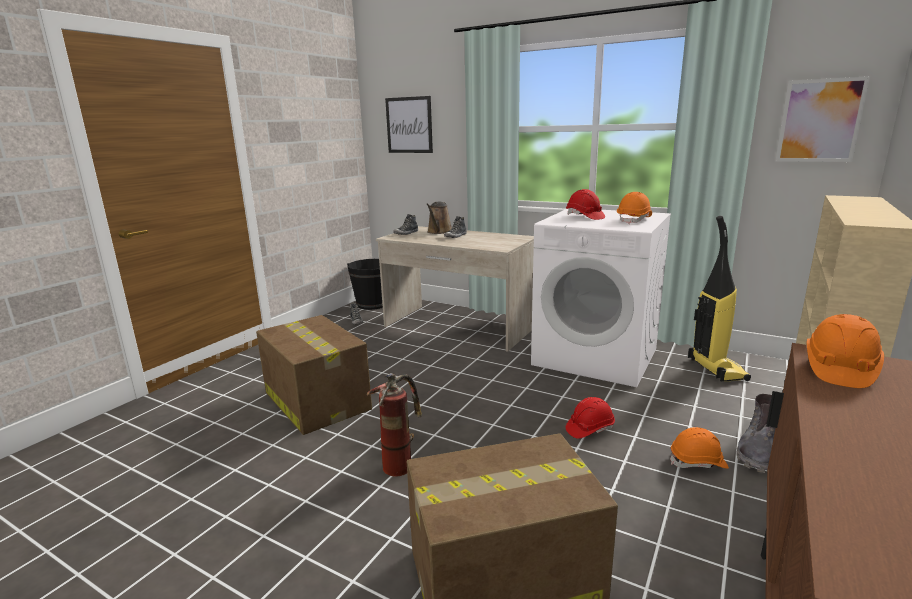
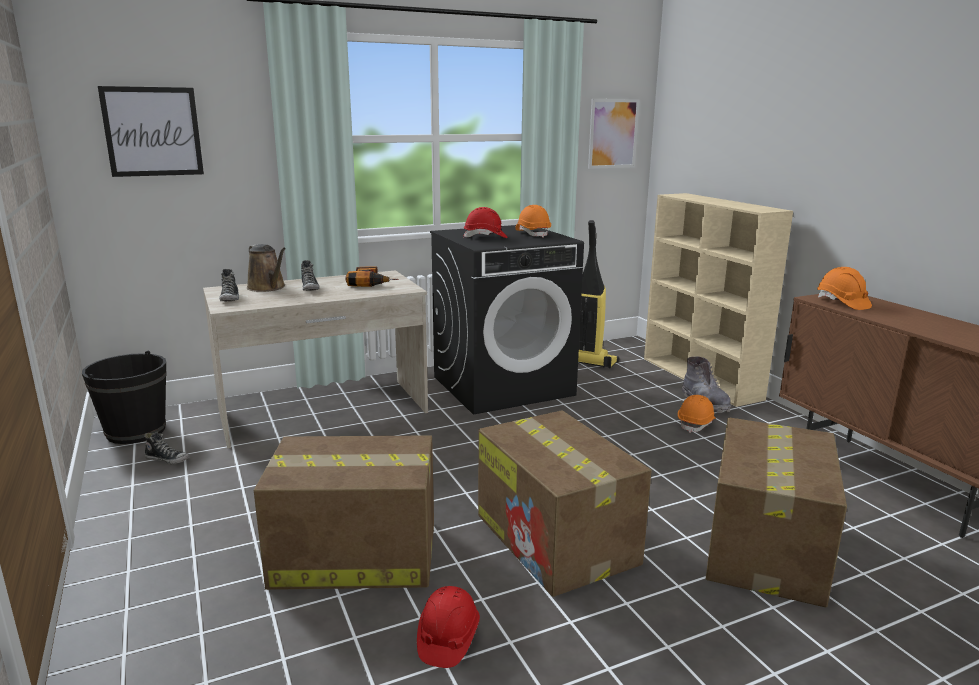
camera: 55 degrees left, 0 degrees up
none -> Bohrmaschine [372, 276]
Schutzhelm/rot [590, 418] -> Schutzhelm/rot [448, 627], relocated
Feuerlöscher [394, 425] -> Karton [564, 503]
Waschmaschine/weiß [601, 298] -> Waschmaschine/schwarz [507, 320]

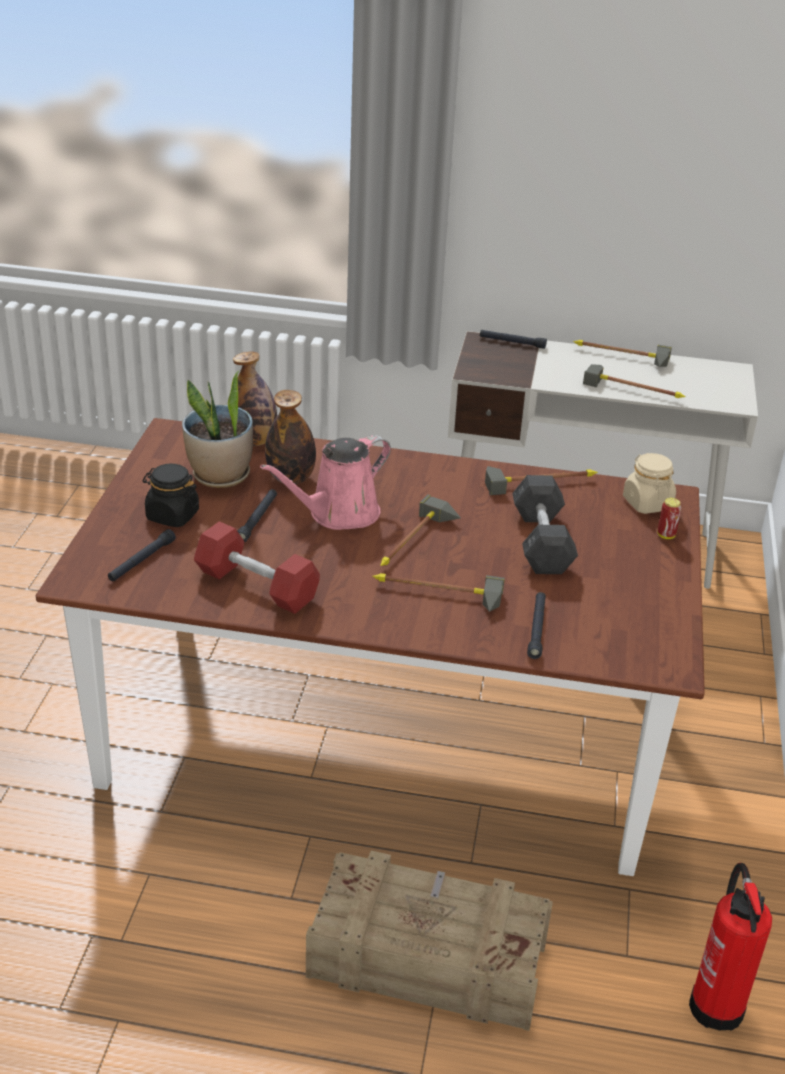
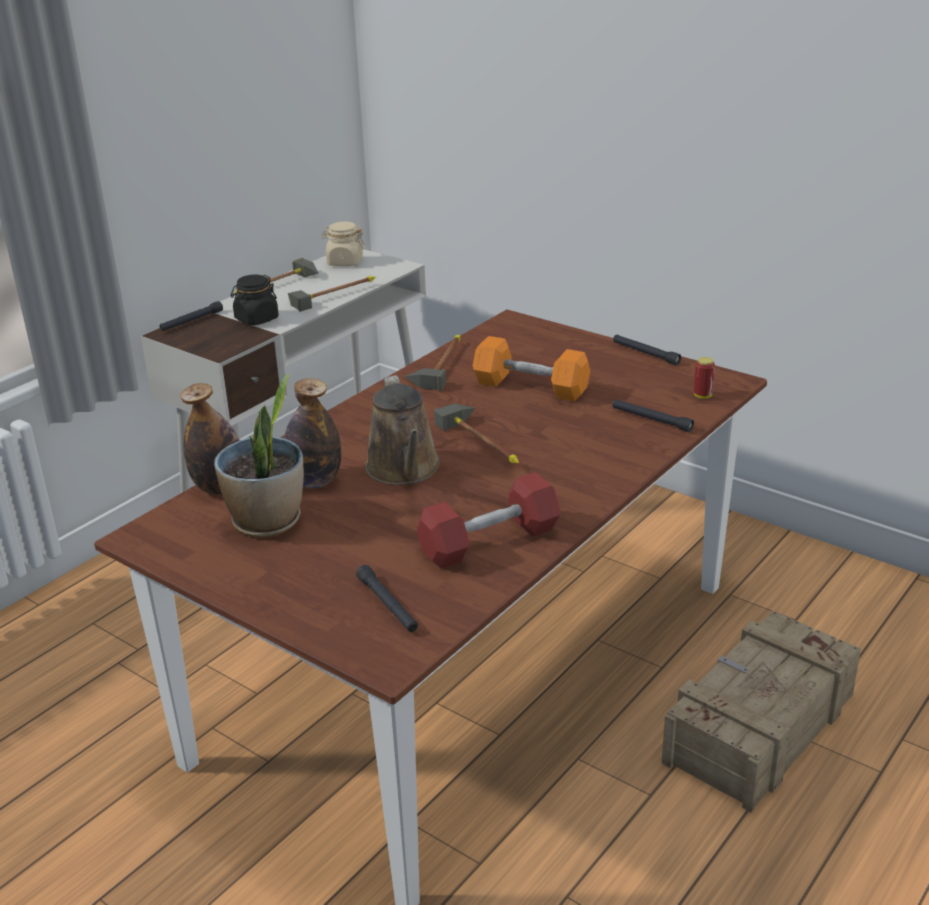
camera: 60 degrees left, 5 degrees down
Hammer [438, 592] -> none
Feuerlöscher [730, 947] -> none
Vorratsglas/schwarz [171, 495] -> Vorratsglas/schwarz [254, 300], relocated
Taschenlampe/schwarz [257, 515] -> Taschenlampe/schwarz [647, 350], relocated
Vorratsglas/beige [649, 483] -> Vorratsglas/beige [343, 244], relocated
Dose [669, 518] -> Dose [704, 378], relocated
Gießkanne/rosa [325, 482] -> Gießkanne/braun [402, 430]
Hantel/grau [545, 524] -> Hantel/orange [531, 368]

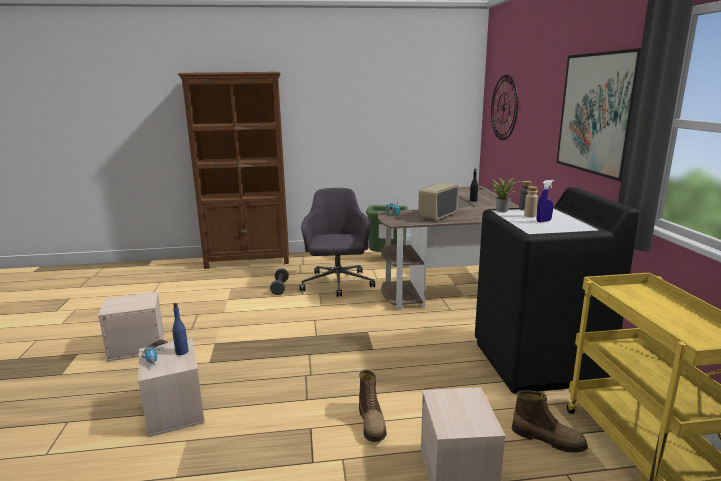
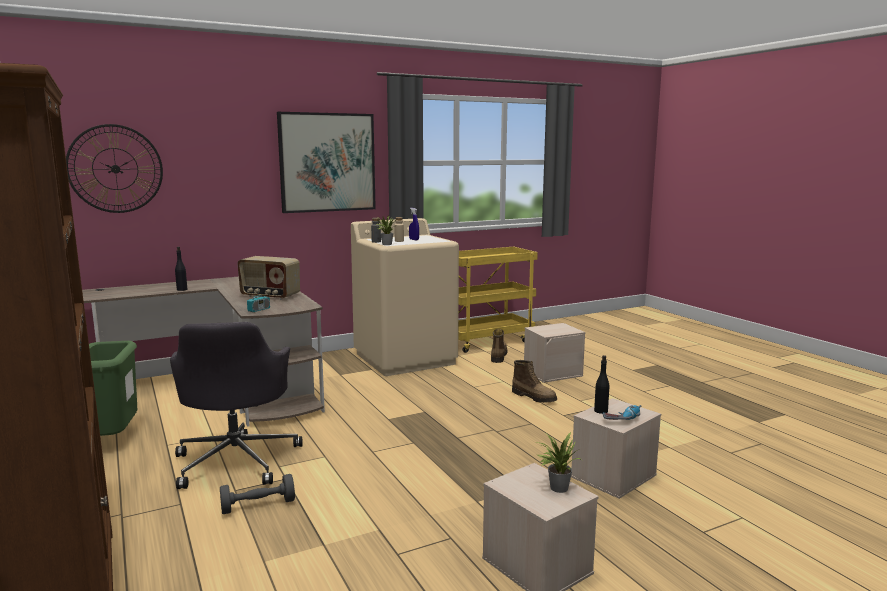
camera: 110 degrees left, 5 degrees down
none -> Topfpflanze [559, 462]
Flasche/blau [180, 329] -> Flasche/schwarz [601, 384]
Waschmaschine/schwarz [557, 290] -> Waschmaschine/beige [405, 297]
Bürostuhl/grau [337, 242] -> Bürostuhl/grau [236, 405], 75 degrees counterclockwise
Stiefel [373, 406] -> Stiefel [534, 381], 75 degrees clockwise

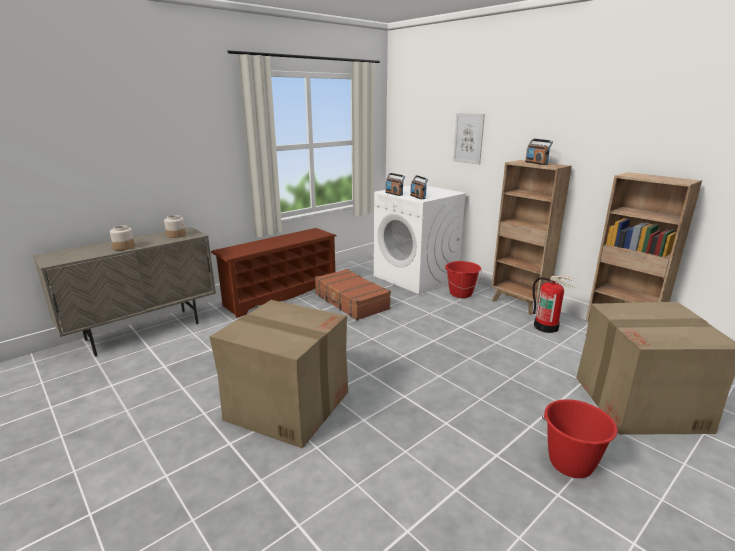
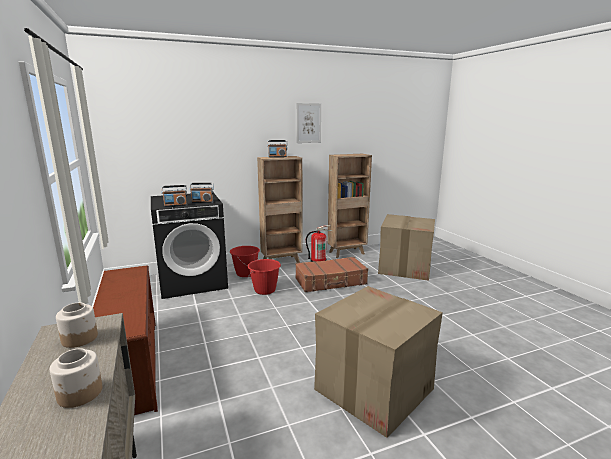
camera: 70 degrees left, 5 degrees down
Koffer/braun [353, 294] -> Koffer/braun [331, 274], relocated
Bild [469, 139] -> Bild [308, 123], relocated
Eimer/rot [580, 438] -> Eimer/rot [264, 277], relocated
Waschmaschine/weiß [420, 240] -> Waschmaschine/schwarz [189, 246]

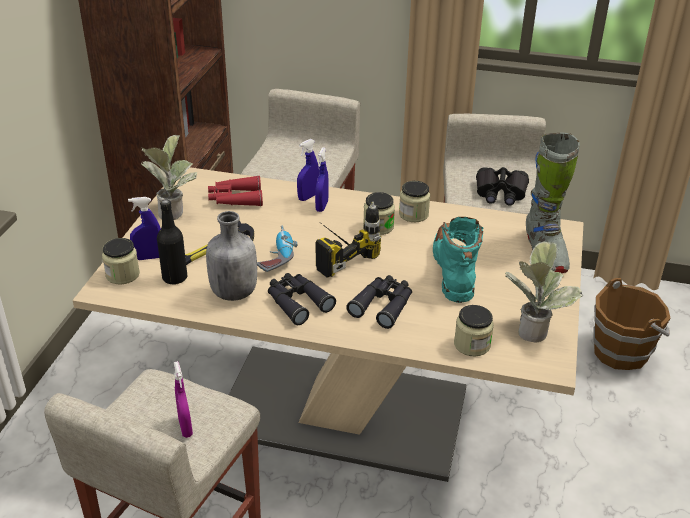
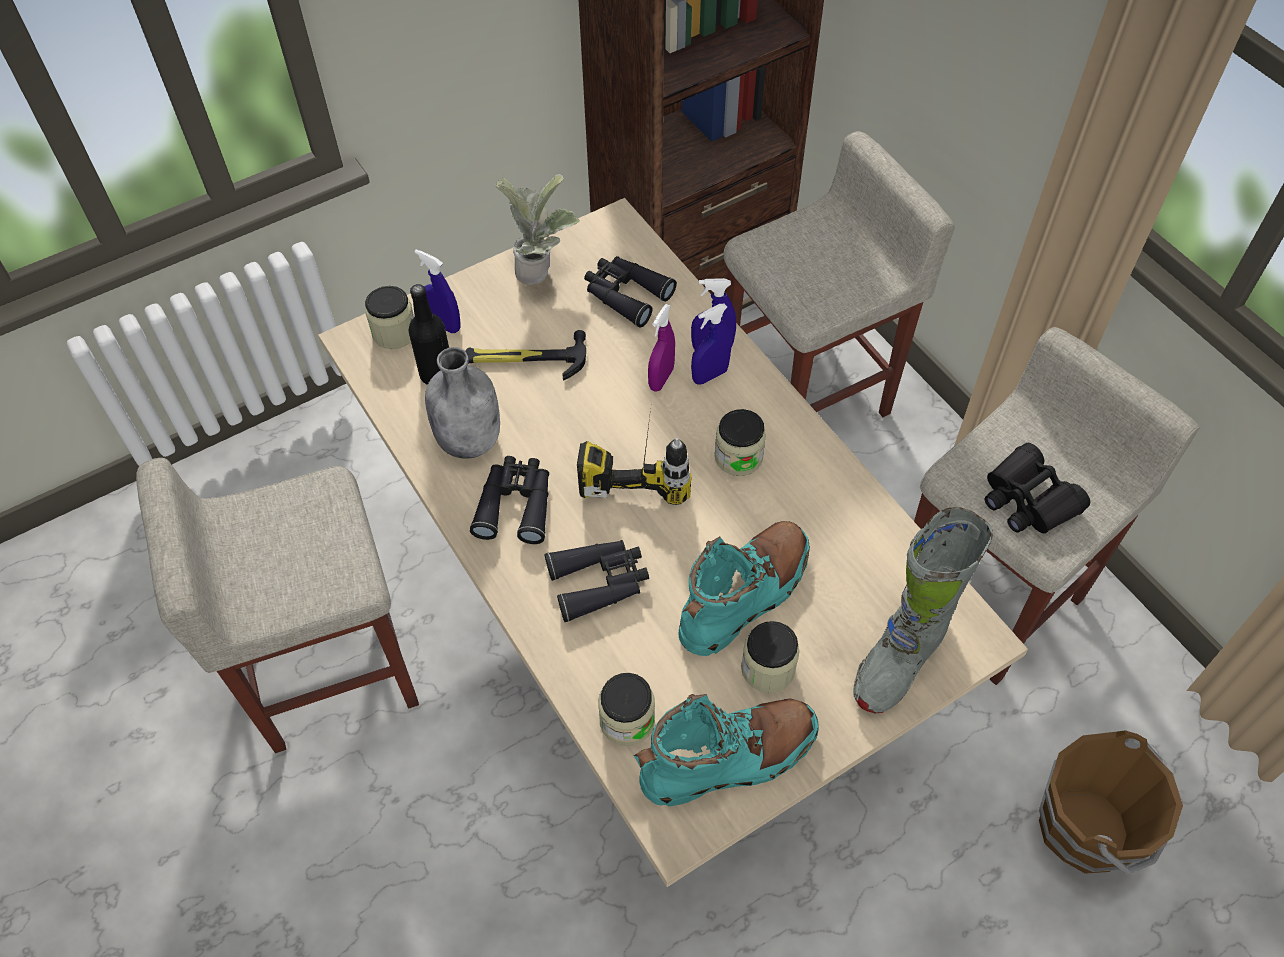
camera: 45 degrees right, 20 degrees up
Bohrmaschine [277, 249] -> none
Sprühflasche/lila [183, 399] -> Sprühflasche/lila [661, 347], relocated
Vorratsglas [414, 201] -> Vorratsglas [770, 657], relocated
Topfpflanze [544, 291] -> Stiefel/türkis [726, 750]
Fernglas/rot [235, 190] -> Fernglas/schwarz [630, 292]

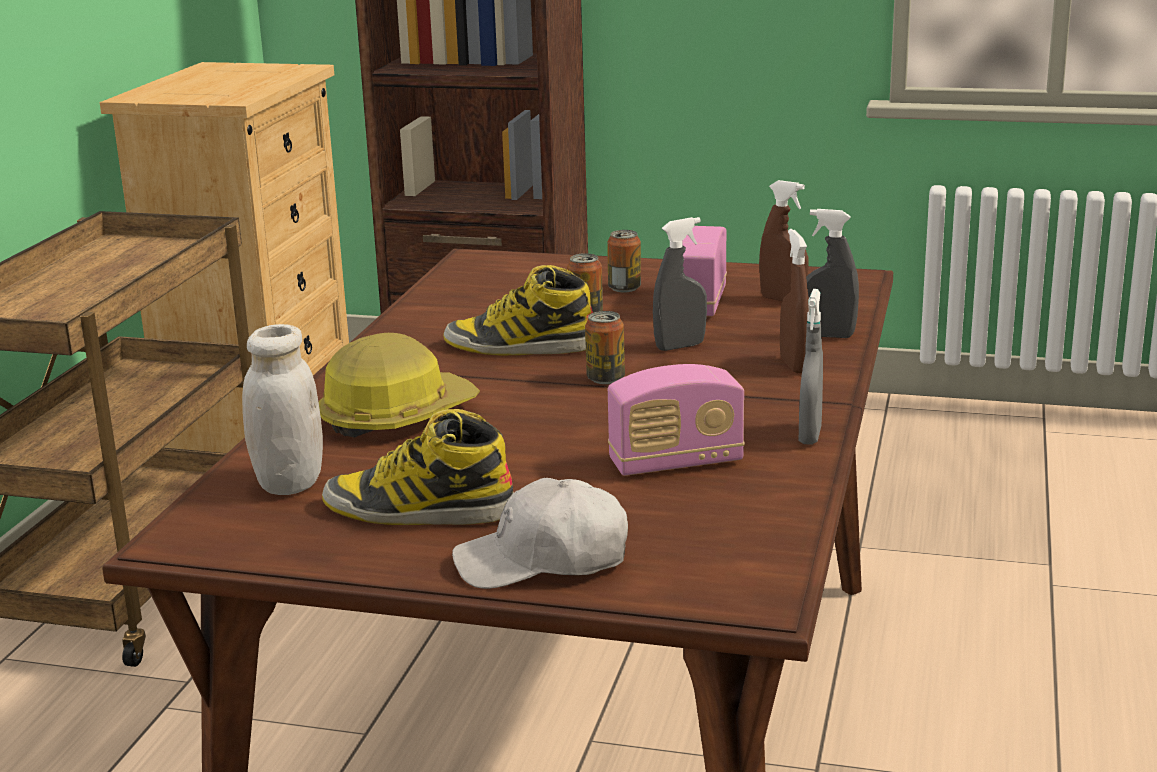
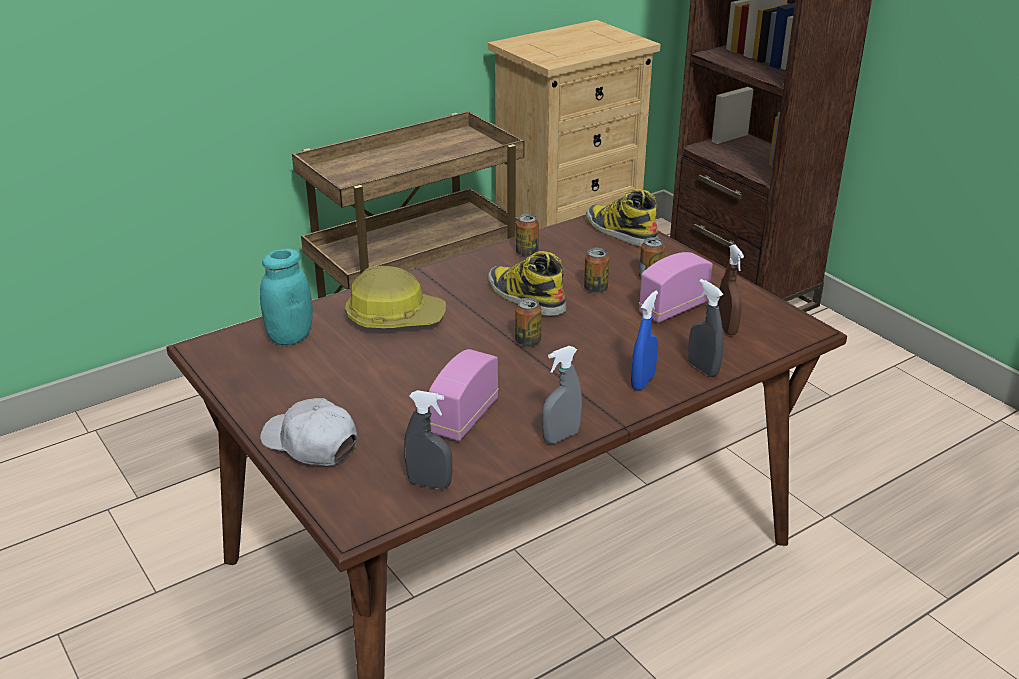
camera: 40 degrees right, 10 degrees up
none -> Dose [527, 235]
Stiefel [418, 467] -> Stiefel [622, 218], relocated
Sprühflasche/grau [680, 284] -> Sprühflasche/grau [428, 439], relocated
Vorratsglas/weiß [282, 409] -> Vorratsglas/türkis [286, 296]
Sprühflasche/braun [794, 301] -> Sprühflasche/blau [644, 341]
Radio [676, 420] -> Radio [464, 395], 90 degrees clockwise

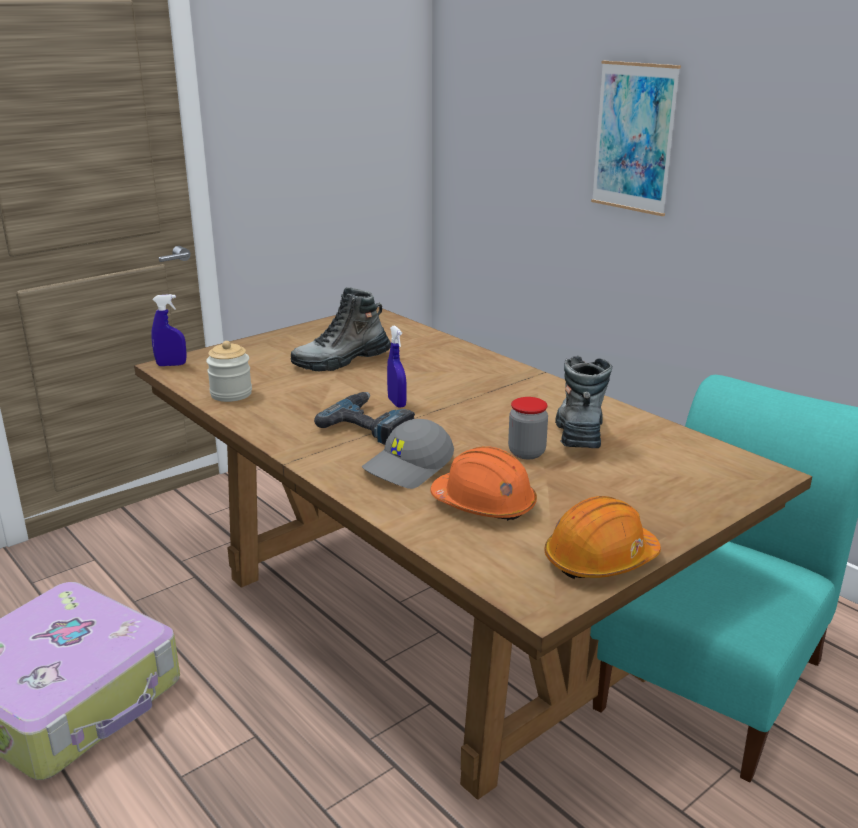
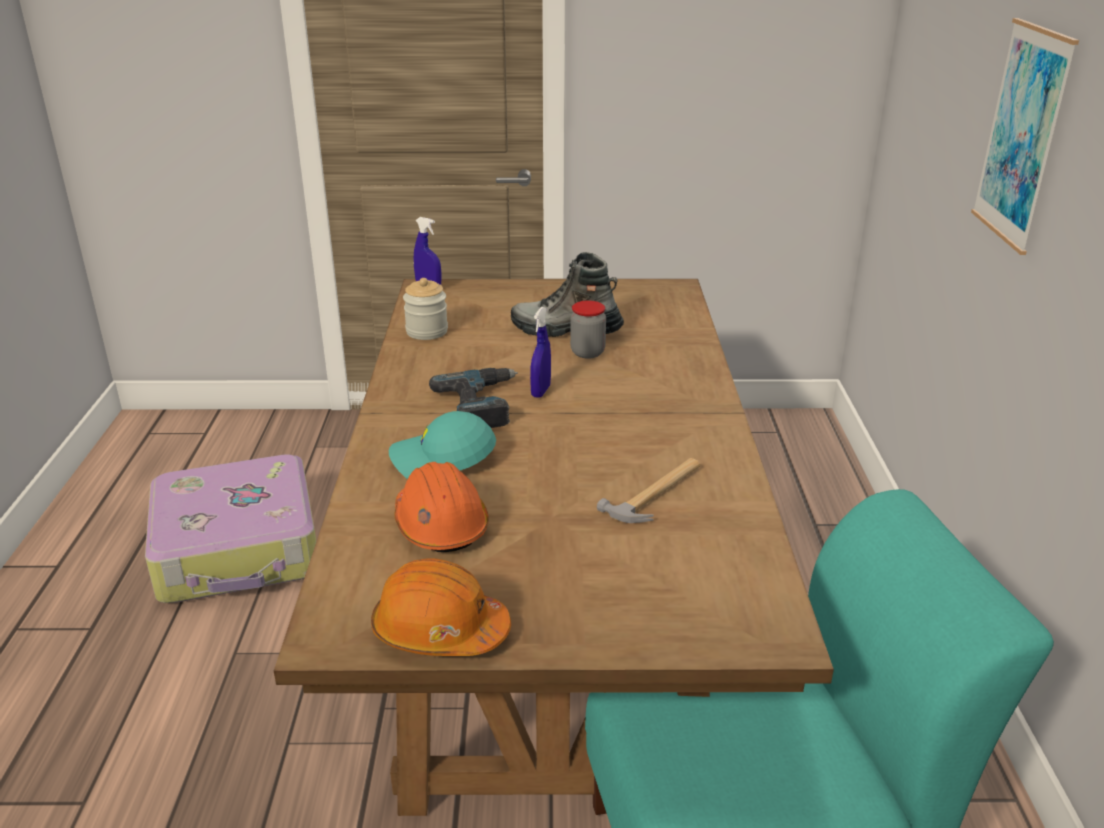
camera: 40 degrees right, 5 degrees up
Vorratsglas [528, 428] -> Vorratsglas [588, 329], relocated
Stiefel [583, 402] -> Hammer [648, 490]
Kappe/grau [408, 454] -> Kappe/türkis [442, 445]

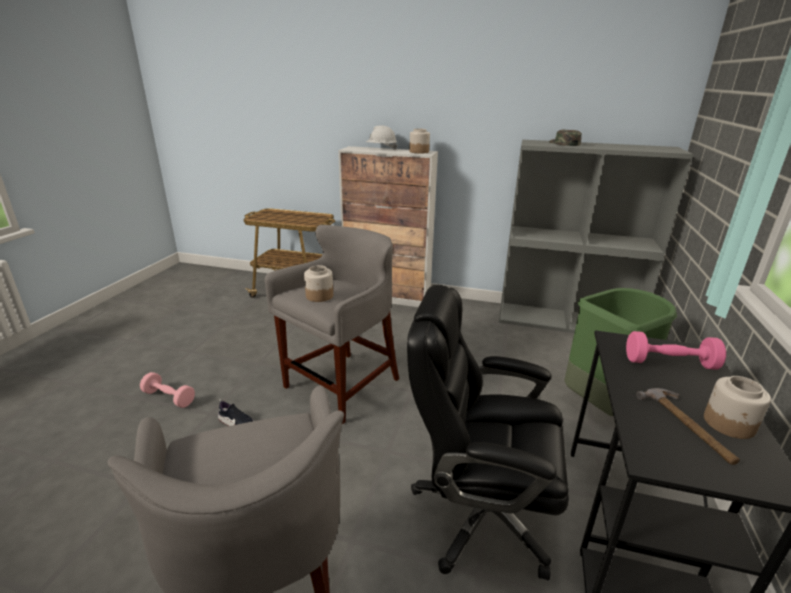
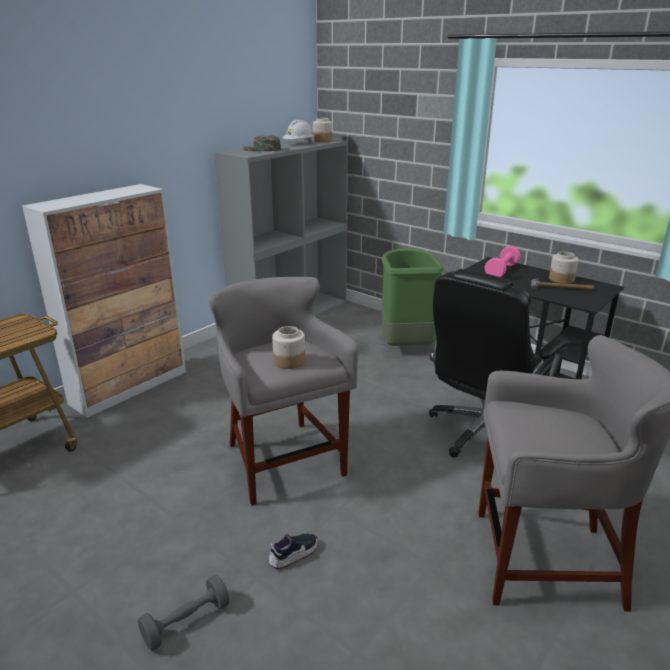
camera: 65 degrees left, 0 degrees up
Schutzhelm/weiß [381, 137] -> Schutzhelm/weiß [298, 131], relocated
Vorratsglas [419, 141] -> Vorratsglas [322, 130], relocated
Hantel/rosa [167, 390] -> Hantel/grau [184, 613]

